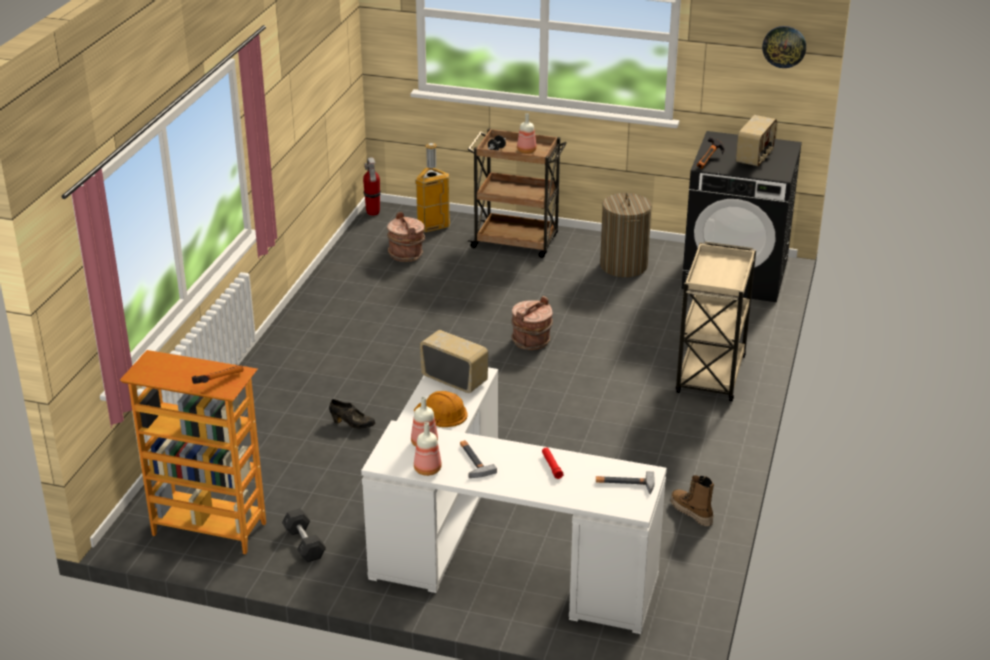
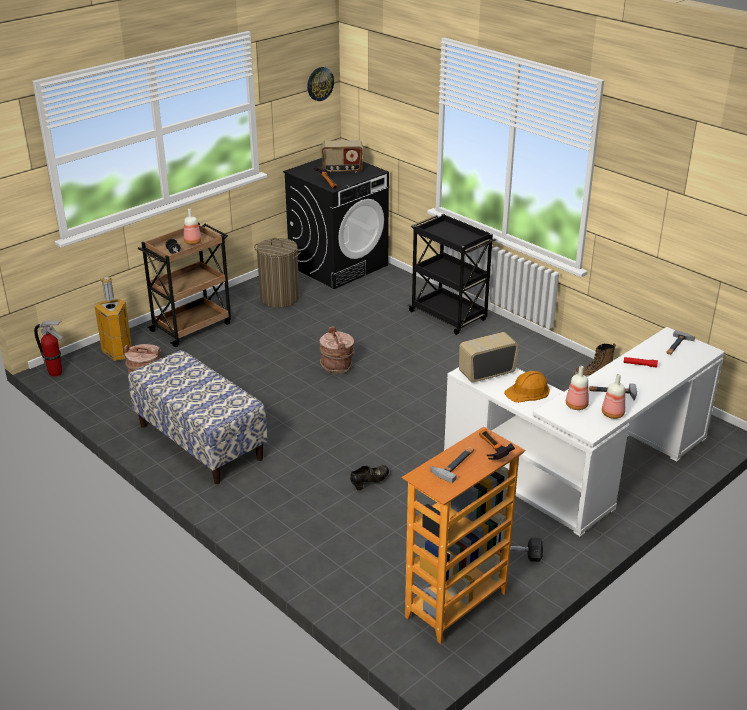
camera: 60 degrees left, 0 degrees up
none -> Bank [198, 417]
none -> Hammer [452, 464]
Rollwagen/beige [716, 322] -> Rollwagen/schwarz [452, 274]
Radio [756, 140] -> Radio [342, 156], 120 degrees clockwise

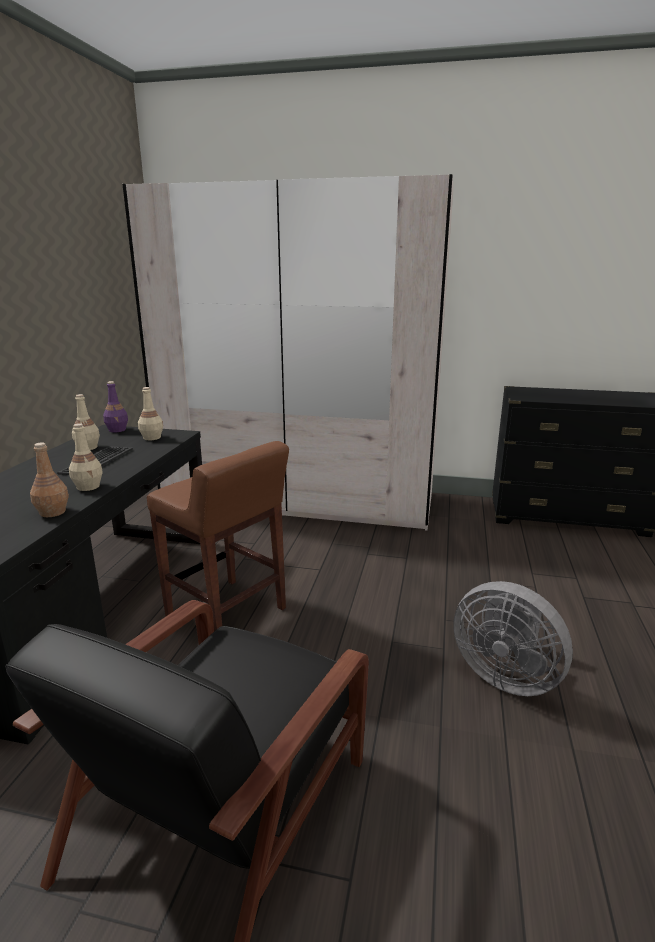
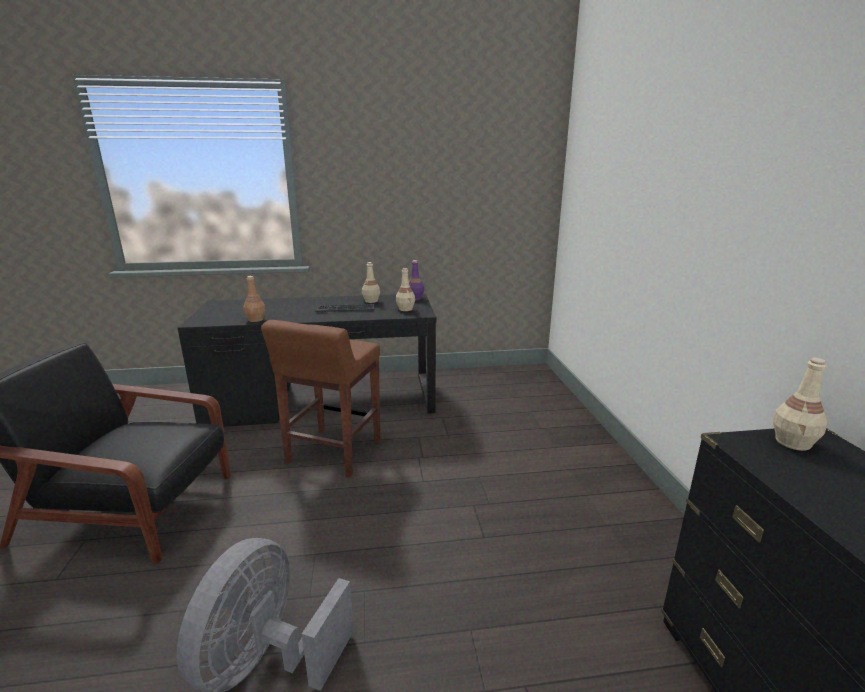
camera: 70 degrees right, 0 degrees up
Kleiderschrank/beige [288, 352] -> none
Flasche/beige [86, 457] -> Flasche/beige [800, 404], relocated

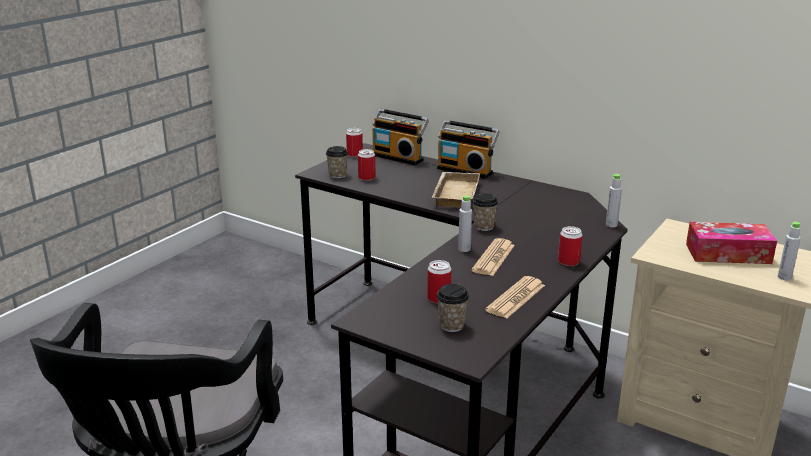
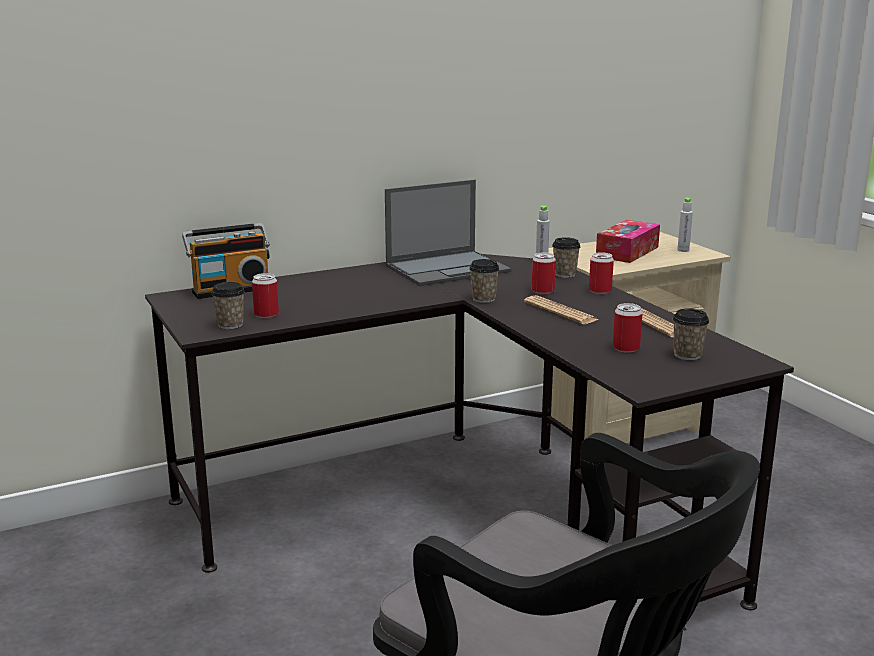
camera: 60 degrees left, 5 degrees down
Tablett/beige [456, 190] -> none
Radio [468, 149] -> none
Flasche/grau [465, 223] -> none
none -> Laptop [448, 232]
none -> Tasse [566, 257]
Dose [354, 142] -> Dose [544, 273], relocated

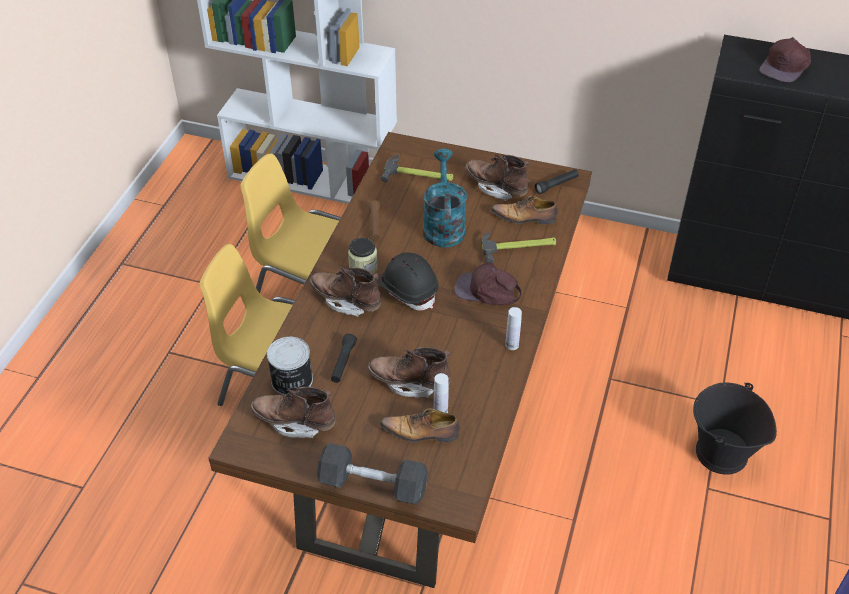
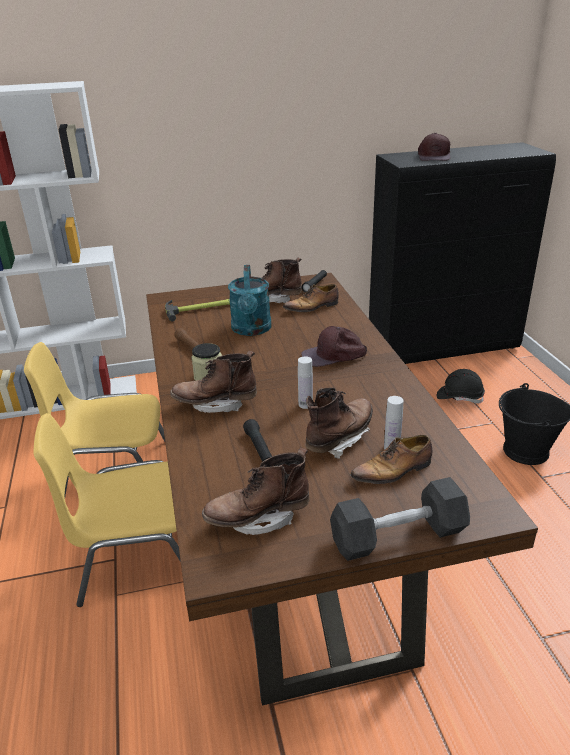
camera: 30 degrees left, 15 degrees down
Dose [290, 366] -> none
Hammer [519, 247] -> none
Schutzhelm/schwarz [407, 281] -> Schutzhelm/schwarz [461, 386], relocated
Flasche/weiß [513, 328] -> Flasche/weiß [305, 382], relocated
Stiefel/braun [409, 372] -> Stiefel/braun [339, 423], 150 degrees clockwise
Gießkanne/türkis [445, 198] -> Gießkanne/türkis [250, 300], 150 degrees counterclockwise

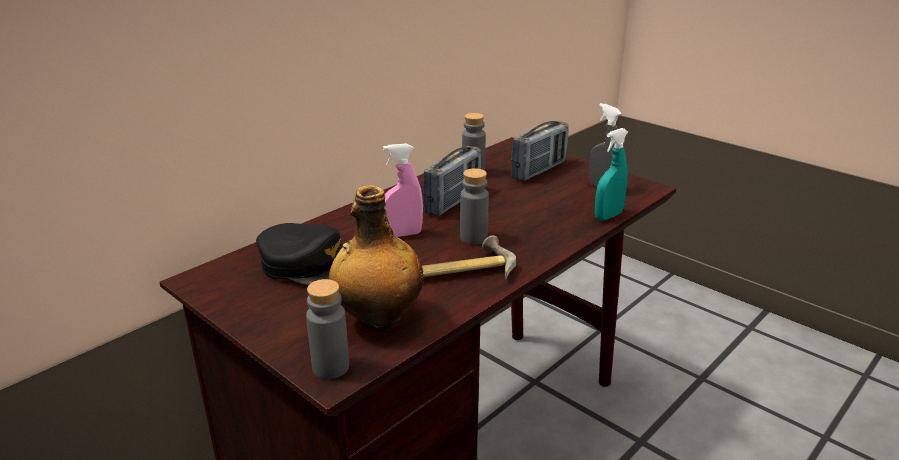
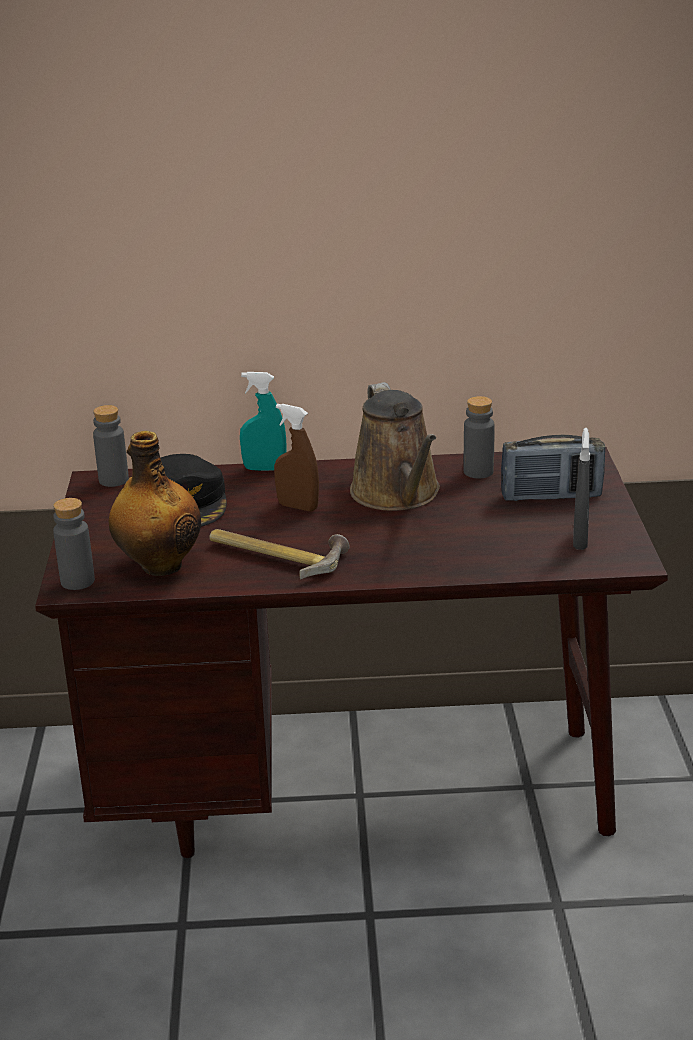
camera: 45 degrees right, 0 degrees up
Flasche/grau [474, 206] -> Flasche/grau [111, 446], relocated
Sprühflasche/türkis [611, 174] -> Sprühflasche/türkis [263, 421], relocated
Radio [452, 181] -> Gießkanne/braun [395, 446]
Sprühflasche/rosa [403, 190] -> Sprühflasche/braun [296, 457]

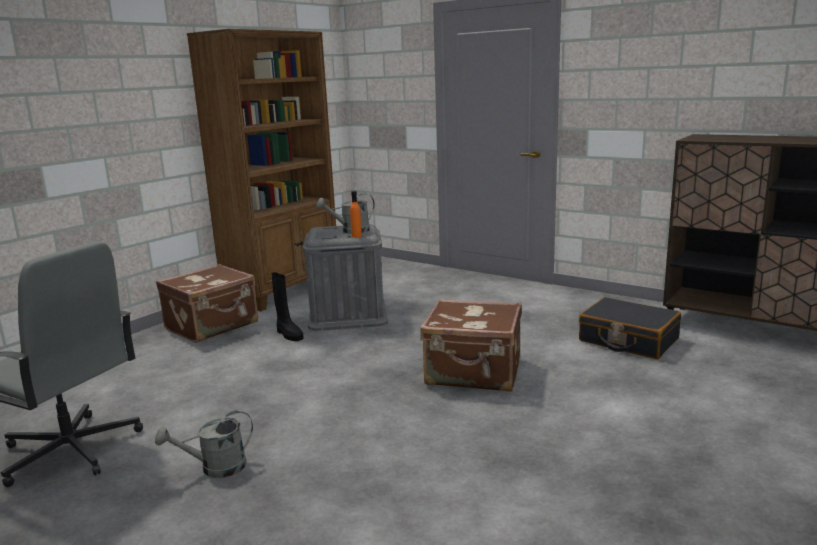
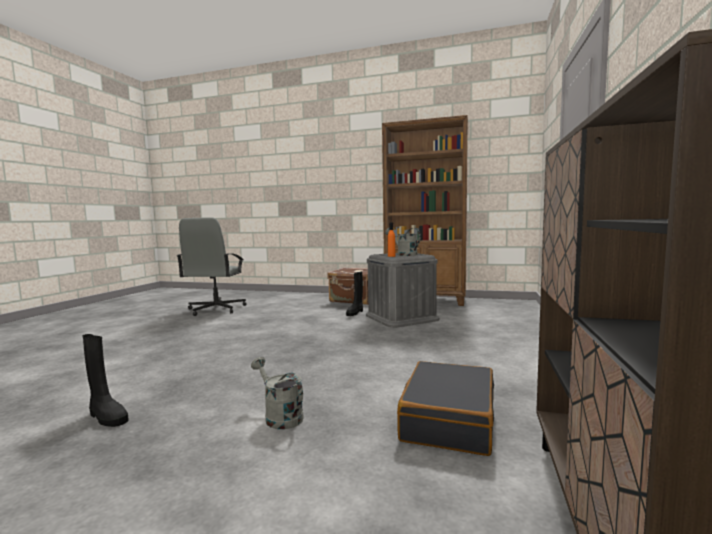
camera: 70 degrees right, 10 degrees down
Koffer/braun [471, 345] -> none
none -> Stiefel/schwarz [106, 380]
Gießkanne/grau [204, 444] -> Gießkanne/grau [277, 393], relocated

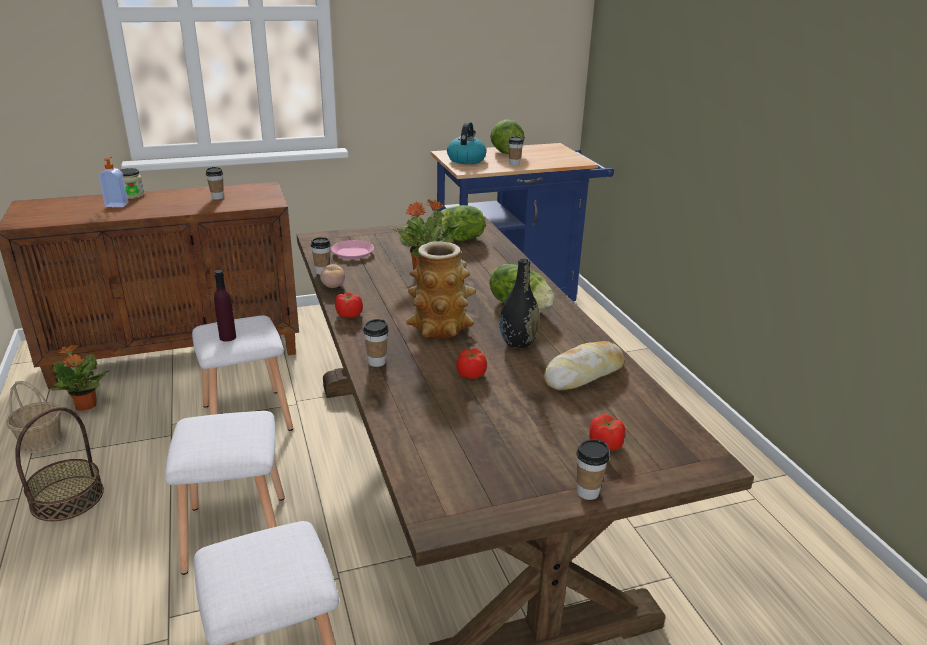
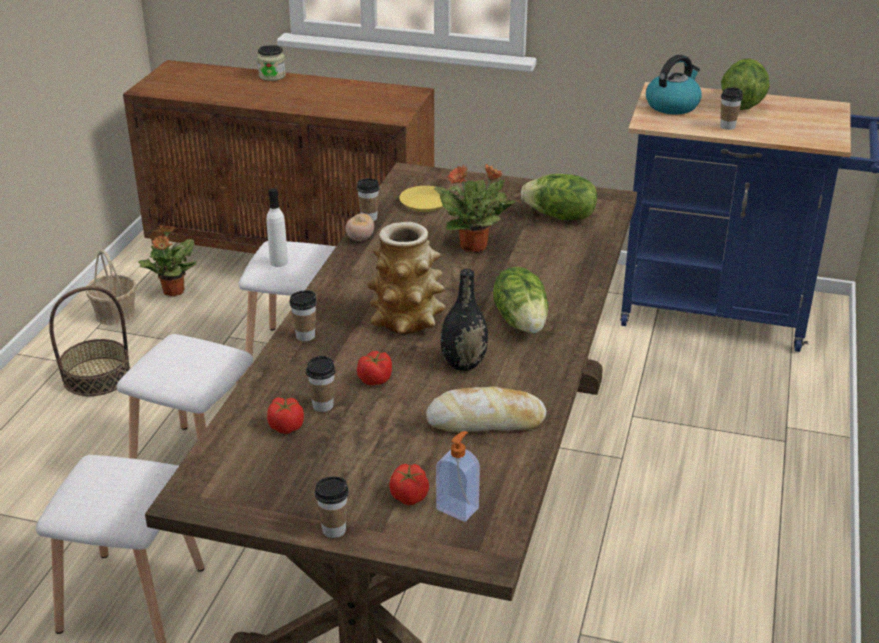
camera: 35 degrees right, 5 degrees up
Seifenspender [113, 182] -> Seifenspender [458, 476], relocated
Tasse [215, 183] -> Tasse [321, 384], relocated
Tomate [349, 305] -> Tomate [285, 415], relocated
Flasche/lila [225, 306] -> Flasche/weiß [277, 227]
Teller/rosa [352, 249] -> Teller/gelb [421, 199]

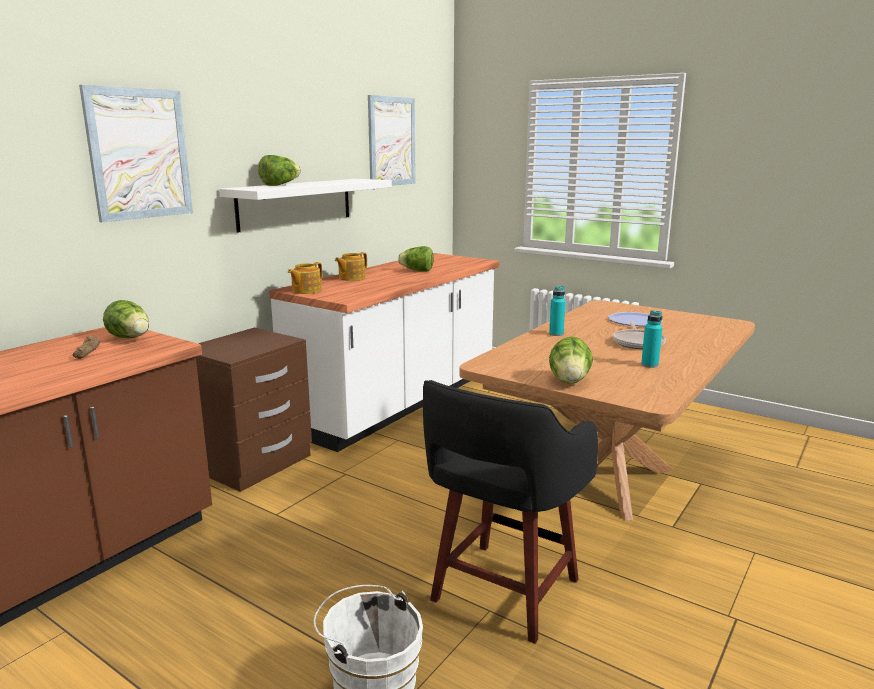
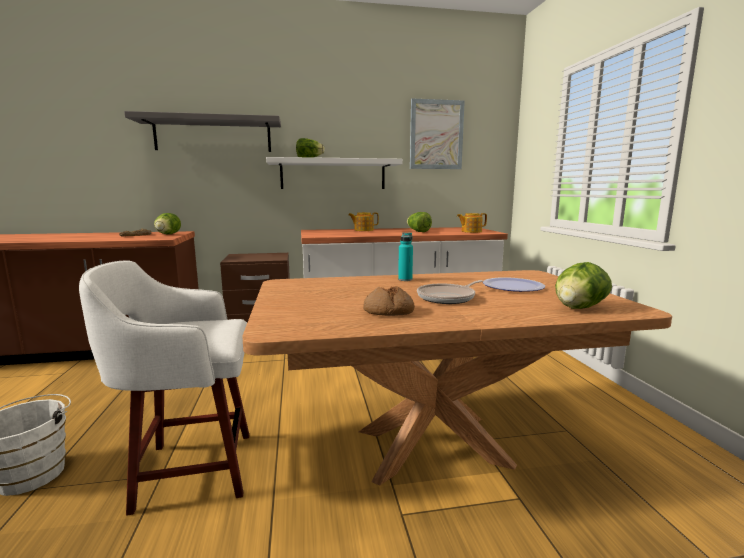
camera: 45 degrees right, 5 degrees down
Teekanne [305, 278] -> Teekanne [472, 223], relocated
Salatkopf [571, 360] -> Salatkopf [583, 285], relocated
Bild [136, 153] -> Wandregal/grau [202, 131]
Flasche/türkis [652, 339] -> Brot [389, 301]
Hocker/schwarz [510, 512] -> Hocker/weiß [164, 388]

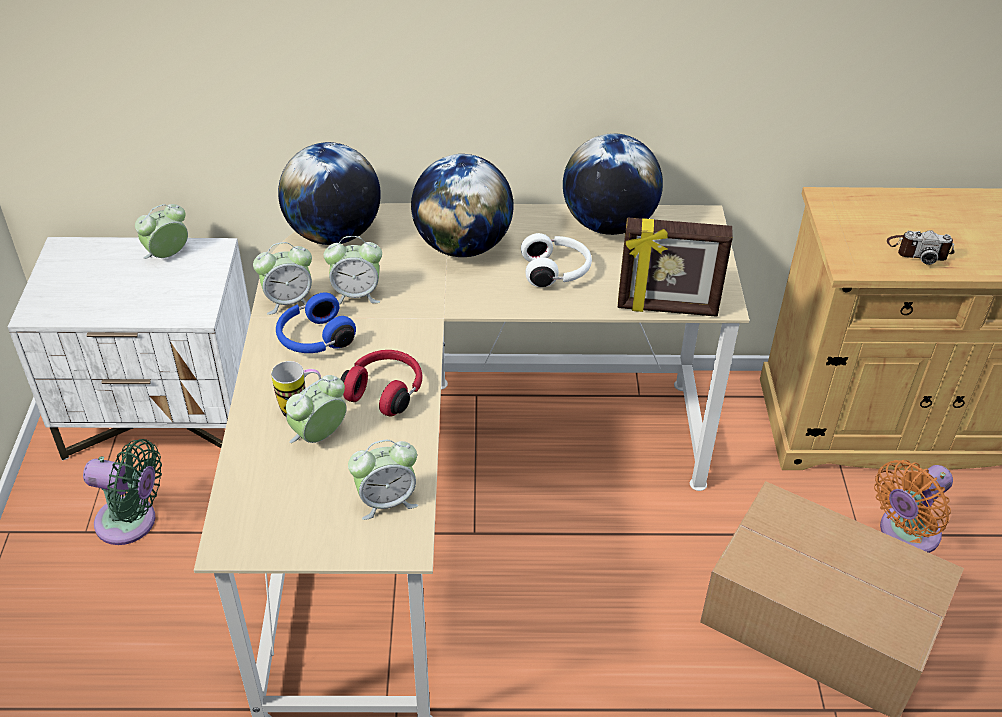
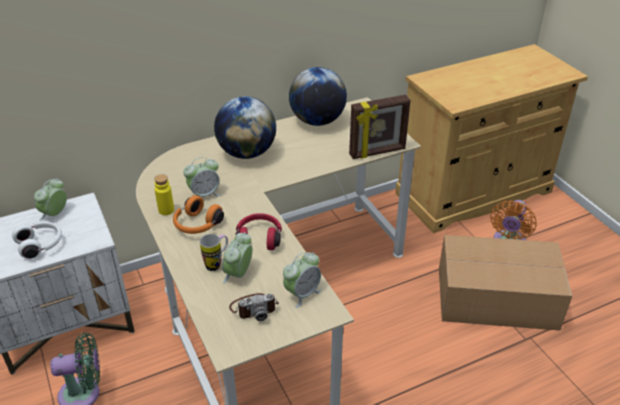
camera: 25 degrees left, 5 degrees down
Globus [329, 193] -> none
Kopfhörer/weiß [556, 260] -> Kopfhörer/weiß [37, 240], relocated
Kamera [921, 247] -> Kamera [254, 307], relocated
Wecker [282, 278] -> Flasche/gelb [164, 194]
Kopfhörer/blau [316, 322] -> Kopfhörer/orange [198, 214]

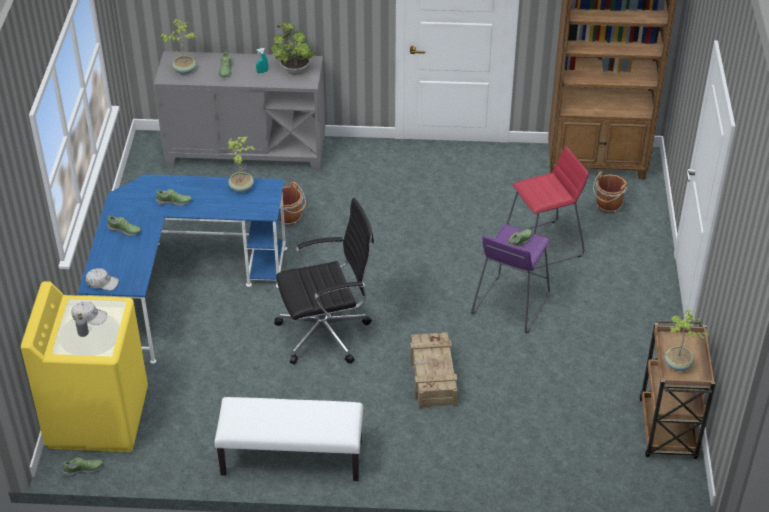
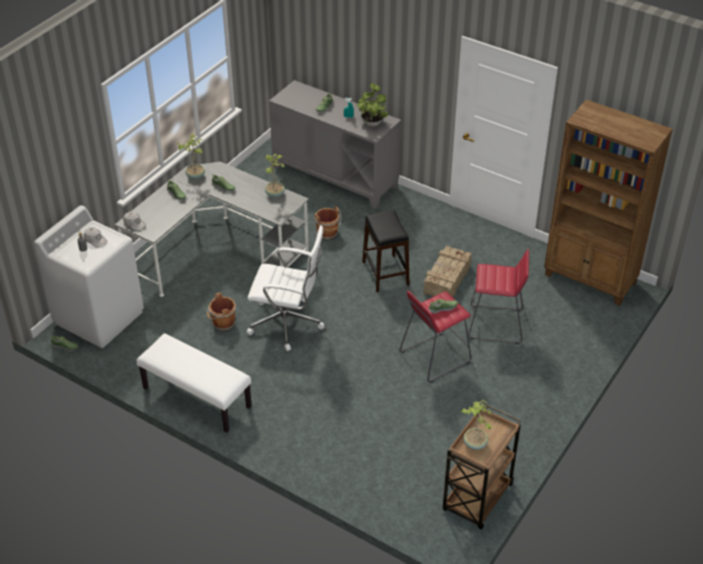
camera: 30 degrees right, 0 degrees up
none -> Hocker/schwarz [385, 251]
Topfpflanze [178, 47] -> Topfpflanze [190, 157], relocated
Kiste [433, 370] -> Kiste [447, 271], relocated
Eimer/braun [610, 192] -> Eimer/braun [221, 311], relocated
Waschmaschine/gelb [84, 366] -> Waschmaschine/weiß [89, 276]
Schreibtisch/blau [182, 269] -> Schreibtisch/grau [212, 229]
Bürostuhl/schwarz [324, 281] -> Bürostuhl/weiß [285, 288]
Hocker/lila [510, 279] -> Hocker/rot [435, 337]

